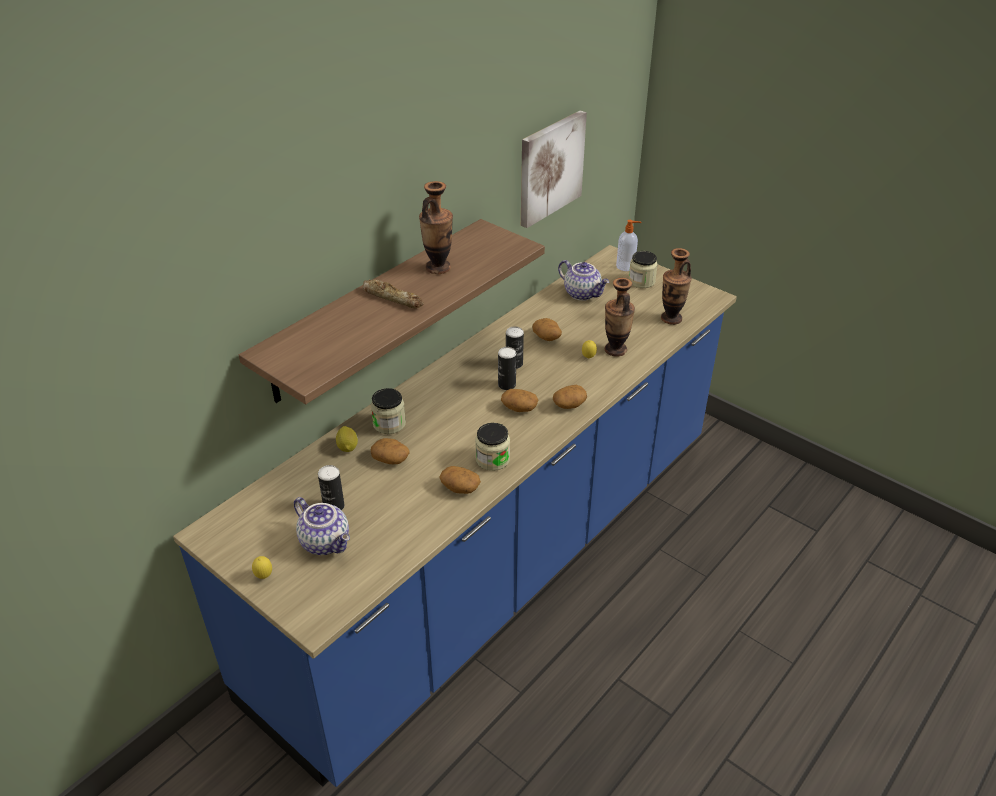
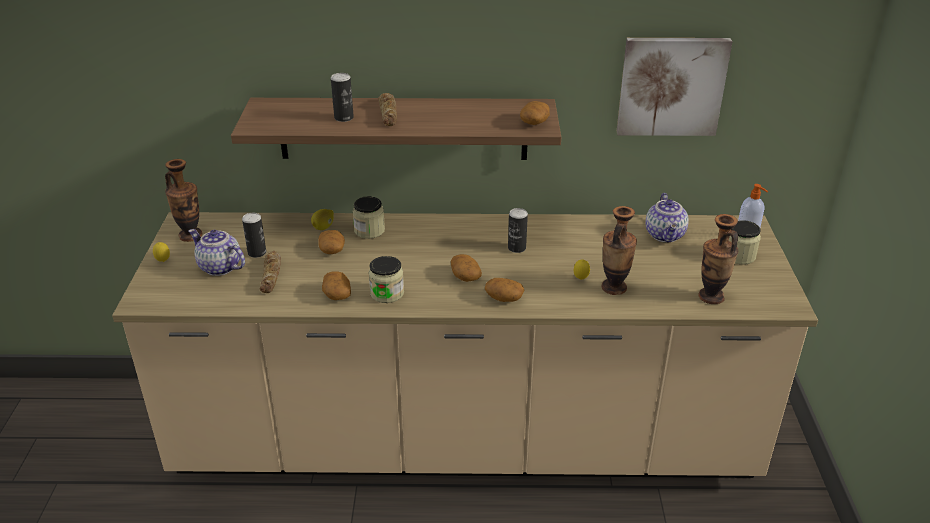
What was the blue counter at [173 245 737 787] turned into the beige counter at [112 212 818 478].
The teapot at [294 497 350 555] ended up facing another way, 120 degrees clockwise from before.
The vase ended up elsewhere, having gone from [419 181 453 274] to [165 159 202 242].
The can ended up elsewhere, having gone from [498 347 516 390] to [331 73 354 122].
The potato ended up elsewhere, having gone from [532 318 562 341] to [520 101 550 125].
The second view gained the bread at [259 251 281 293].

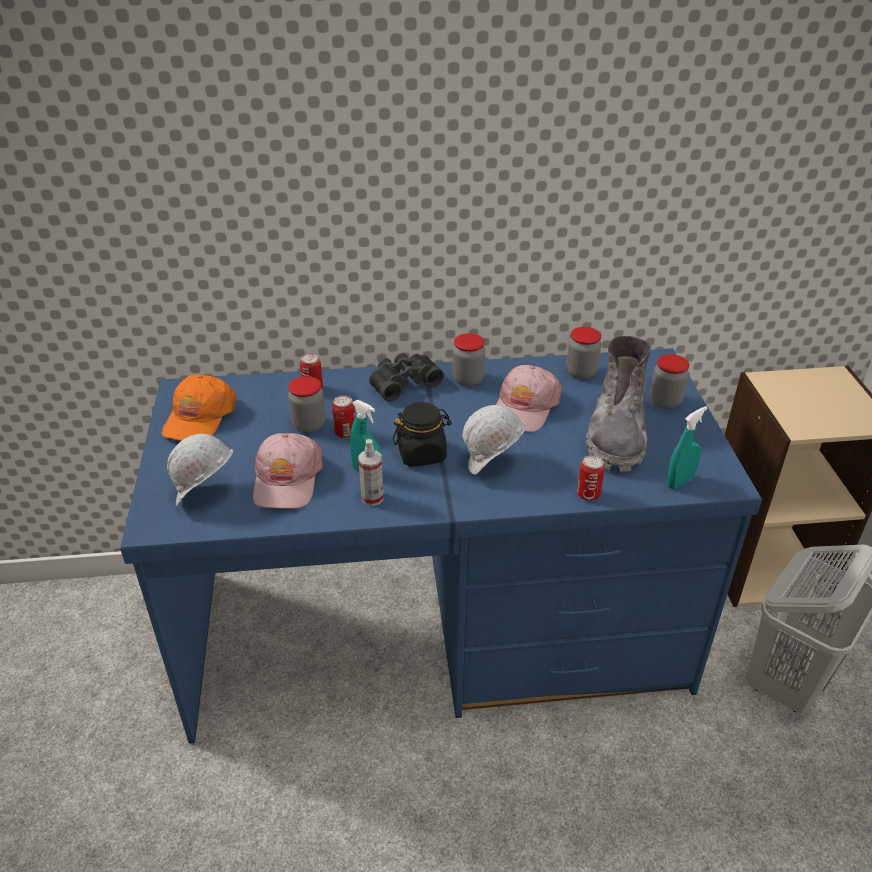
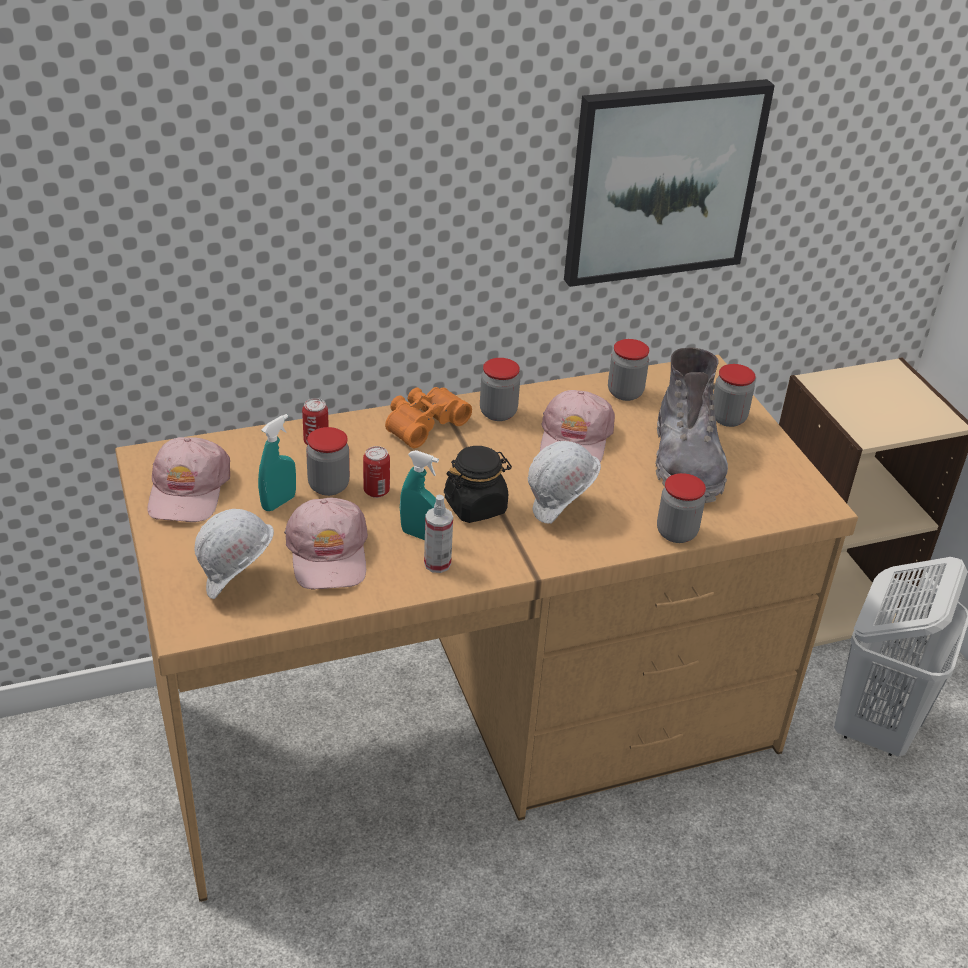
What was the blue desk at [120 348 762 744] turned into the brown desk at [115 355 858 902].
What was the orange cap at [162 375 236 441] turned into the pink cap at [147 437 230 522].
What was the black binoculars at [369 353 444 402] turned into the orange binoculars at [385 387 472 448].
Where the can stood at [577 455 605 501], the jar came to stand at [657 473 706 543].
The turquoise spray bottle ended up elsewhere, having gone from [667 406 707 489] to [258 414 296 511].
The second view gained the picture at [564 79 775 287].

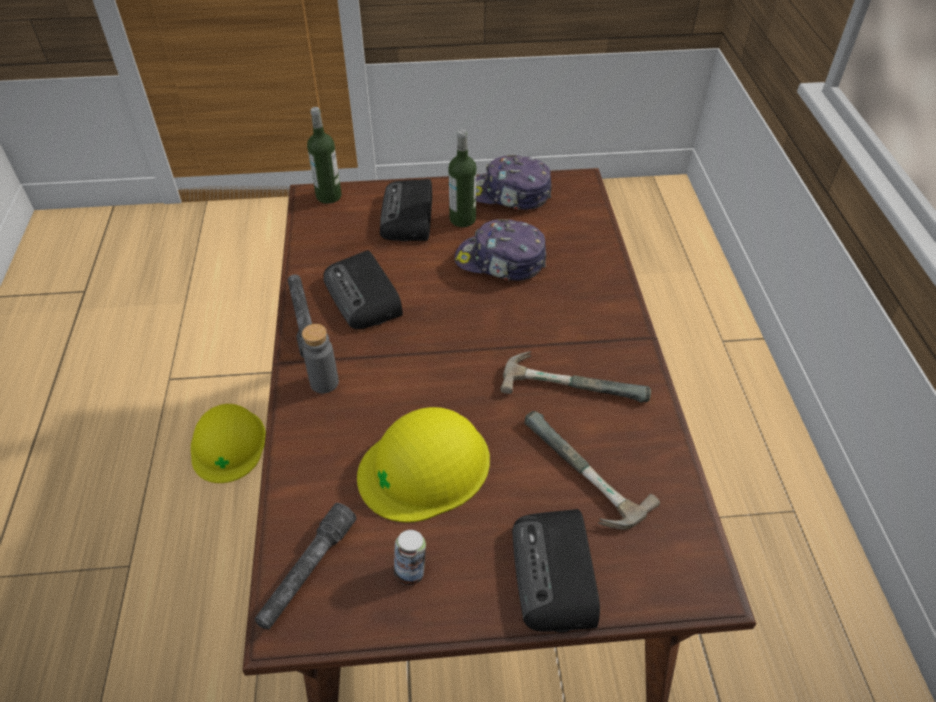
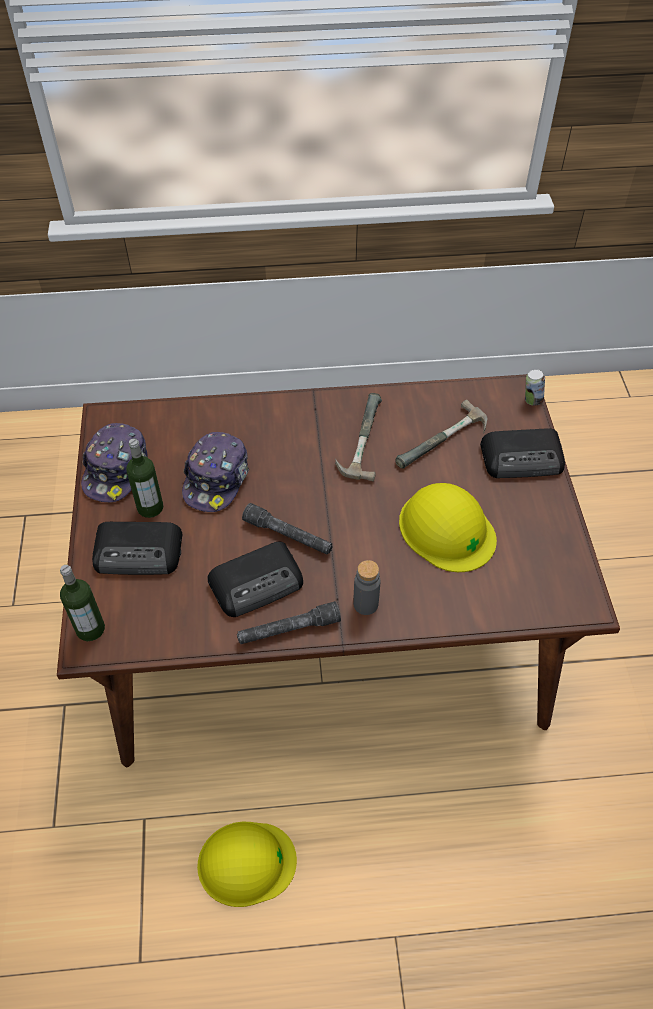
The grey flashlight ended up elsewhere, having gone from [255 503 357 629] to [242 503 333 554].
The can ended up elsewhere, having gone from [394 530 426 585] to [525 370 545 406].

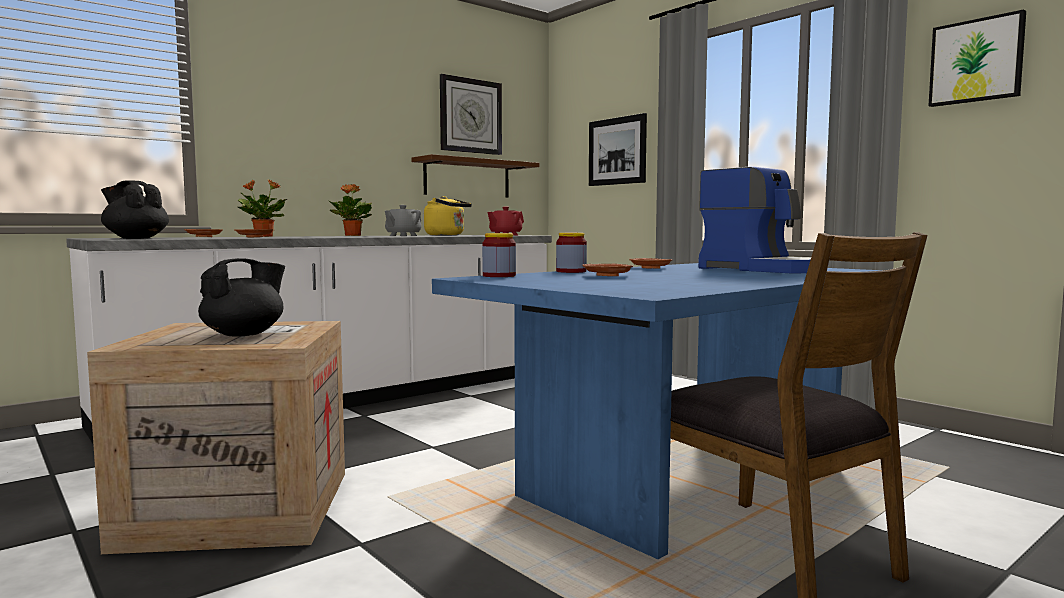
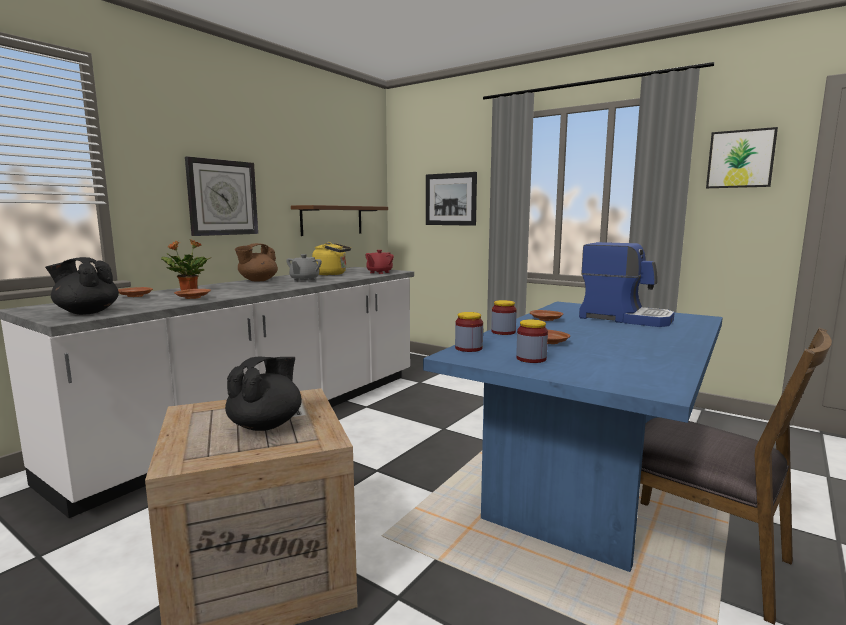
Where the potted plant stood at [329 184 372 236], the brown teapot came to stand at [235 243 278 281].
The wall clock ended up elsewhere, having gone from [440 74 502 155] to [185 156 258 236].
The second view gained the jar at [516 319 548 363].

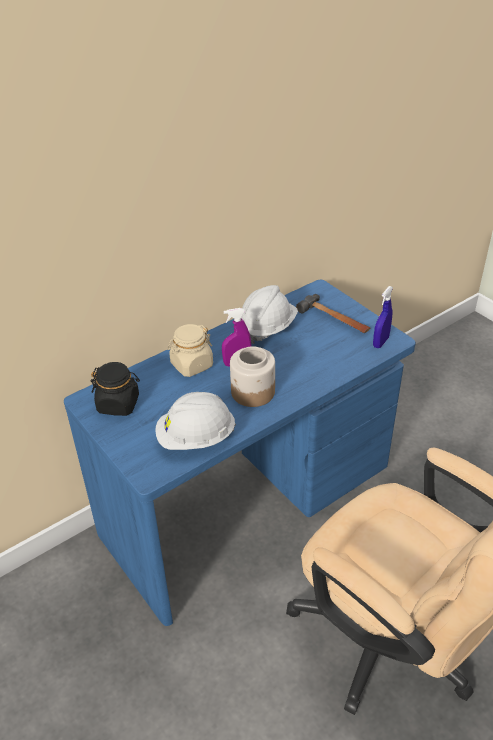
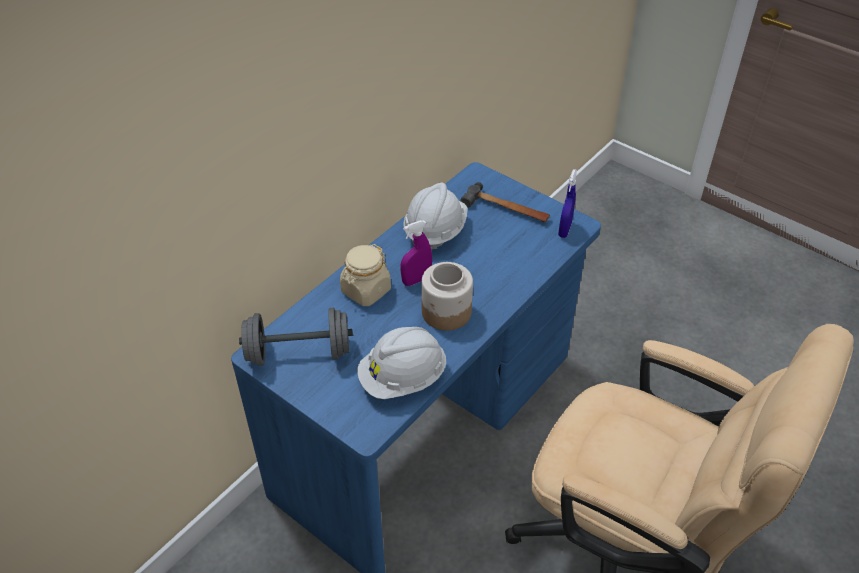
Where the black jar stood at [91 362 140 416], the grey dumbbell came to stand at [239 308 353 366].

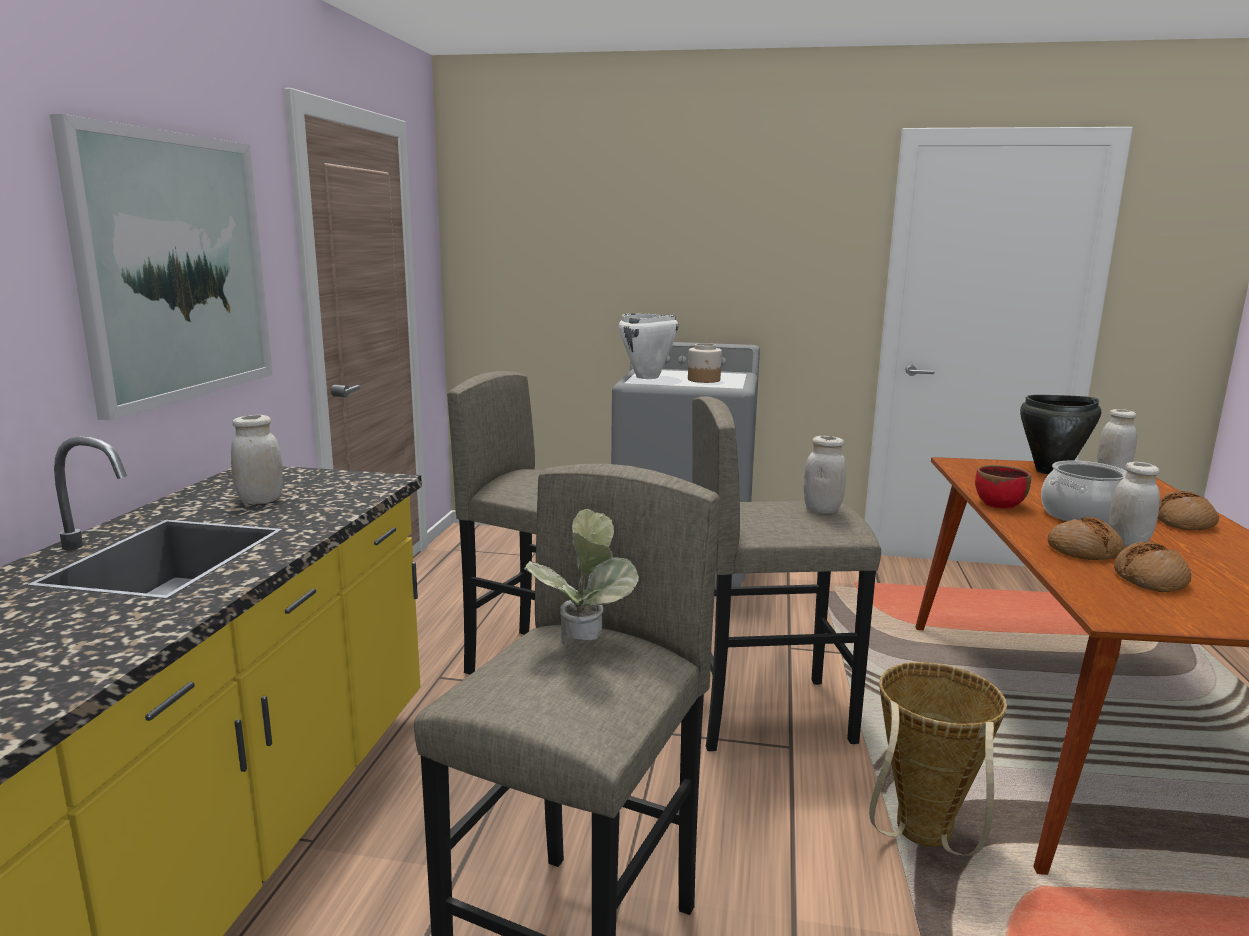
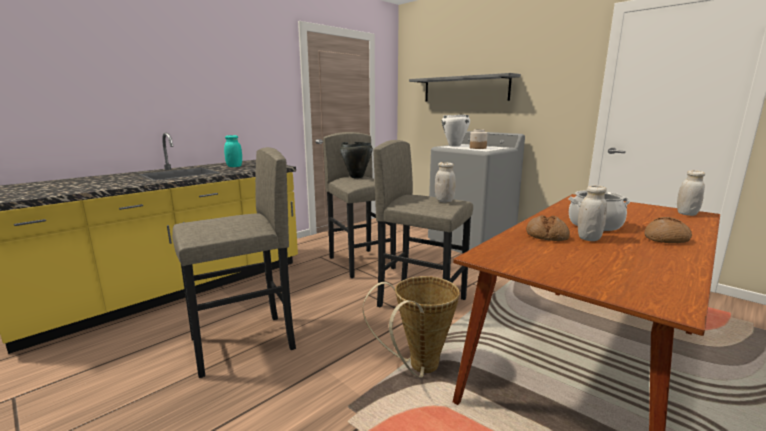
The second view lost the picture at [50 114 273 420].
What was the white jar at [231 415 283 504] turned into the turquoise jar at [224 135 242 167].
The second view lost the potted plant at [523 509 639 645].
The second view lost the red bowl at [975 465 1031 509].
The black cooking pot ended up elsewhere, having gone from [1020 395 1101 475] to [340 142 373 178].
The second view lost the bread at [1114 541 1191 592].
The second view gained the grey shelf at [409 73 521 101].

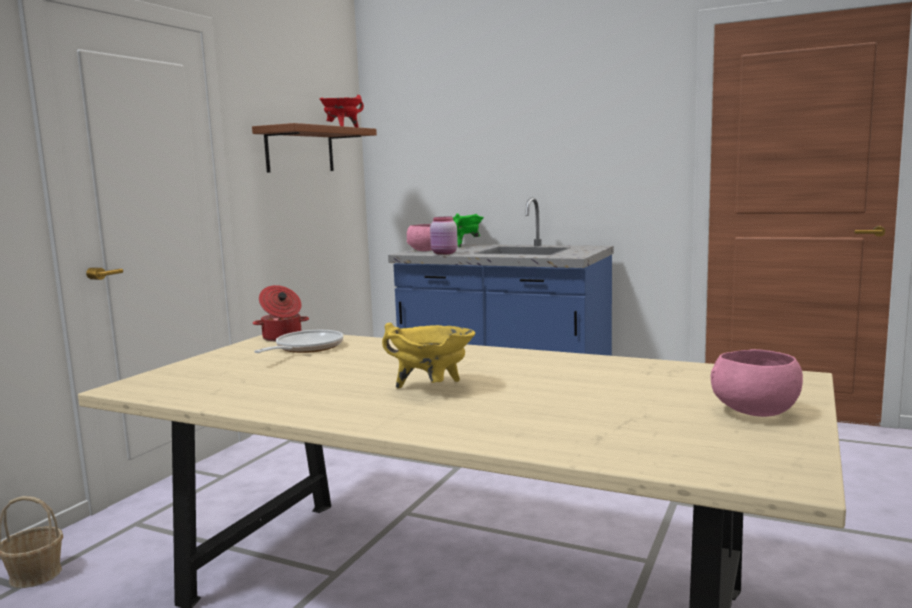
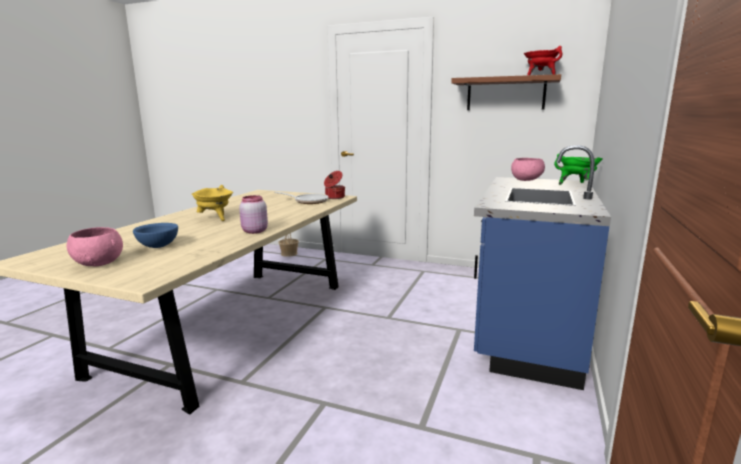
The pink jar ended up elsewhere, having gone from [430 217 458 255] to [239 195 268 234].
The second view gained the blue bowl at [133 223 178 248].

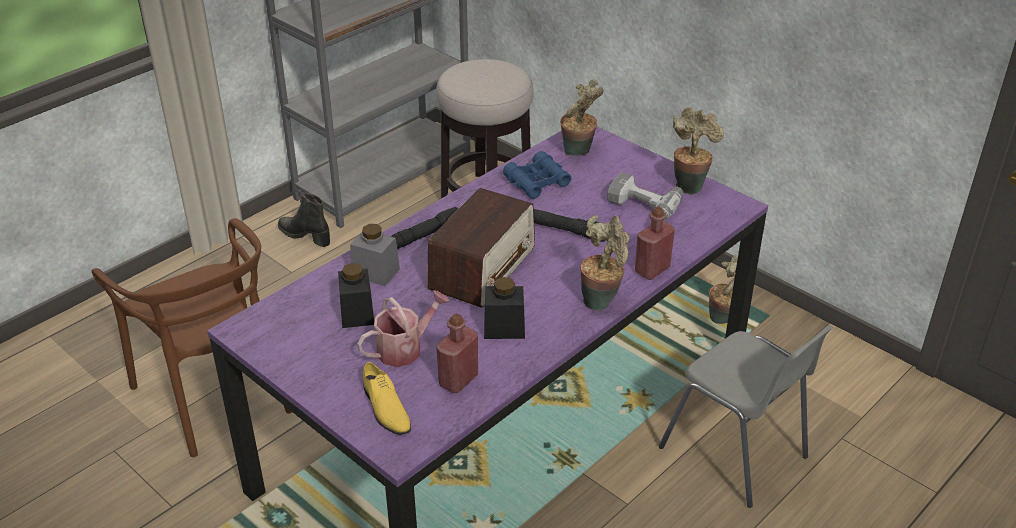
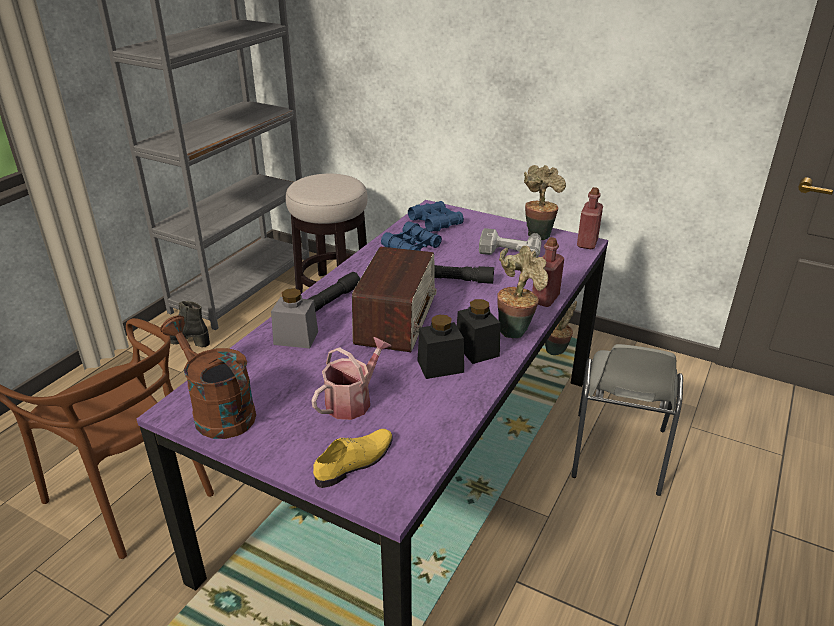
The black jar ended up elsewhere, having gone from [338 263 374 328] to [457 299 500 364].
The yellow shoe at [363 362 411 435] ended up facing another way, 90 degrees counterclockwise from before.
The red bottle ended up elsewhere, having gone from [436 313 478 393] to [577 187 603 249].
Where the potted plant stood at [560 80 604 156], the blue binoculars came to stand at [408 201 464 232].
The grey chair at [659 325 833 508] ended up facing another way, 75 degrees clockwise from before.
The second view gained the brown watering can at [160 315 256 439].

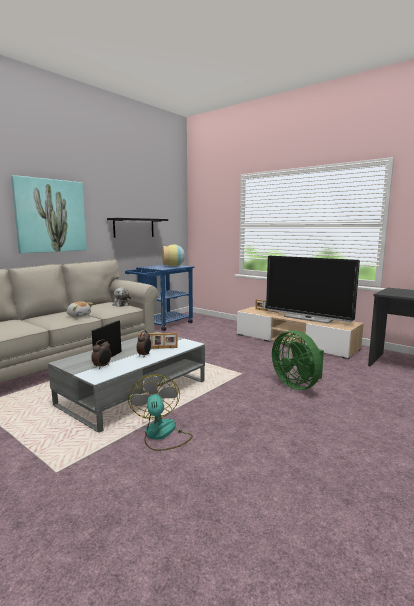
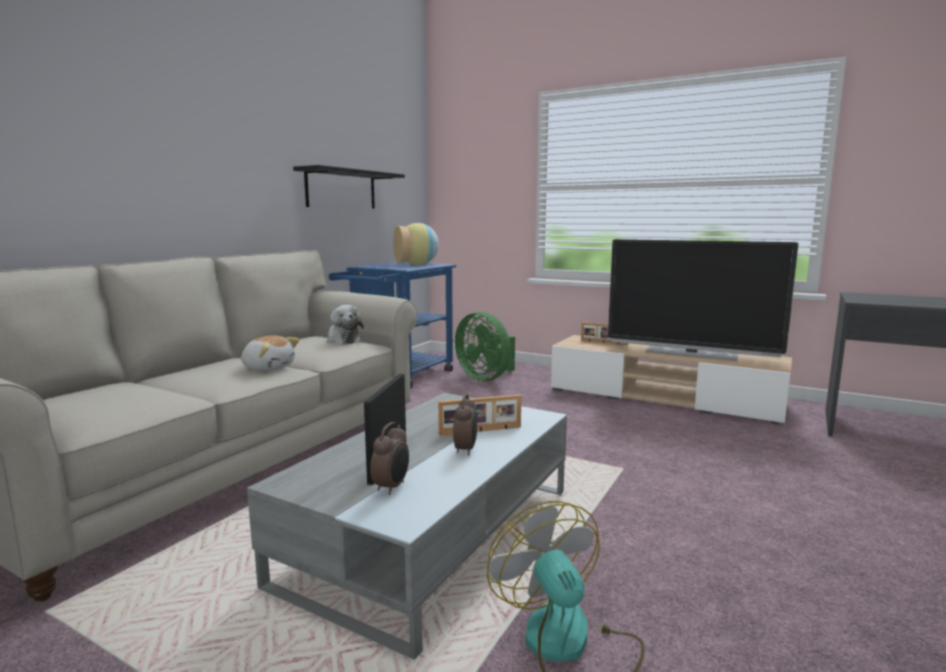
The second view lost the picture at [11 175 87 253].
The green fan ended up elsewhere, having gone from [272 330 324 390] to [455 312 515 381].

